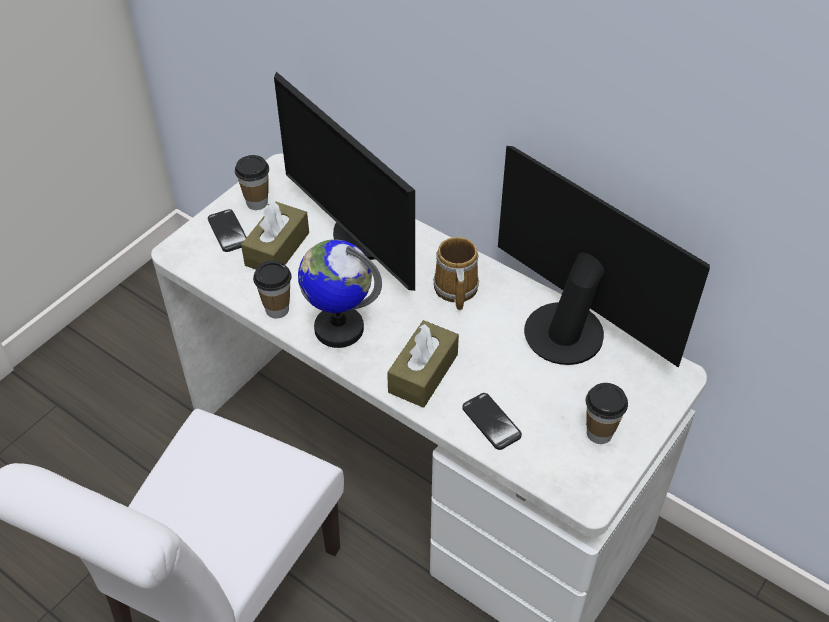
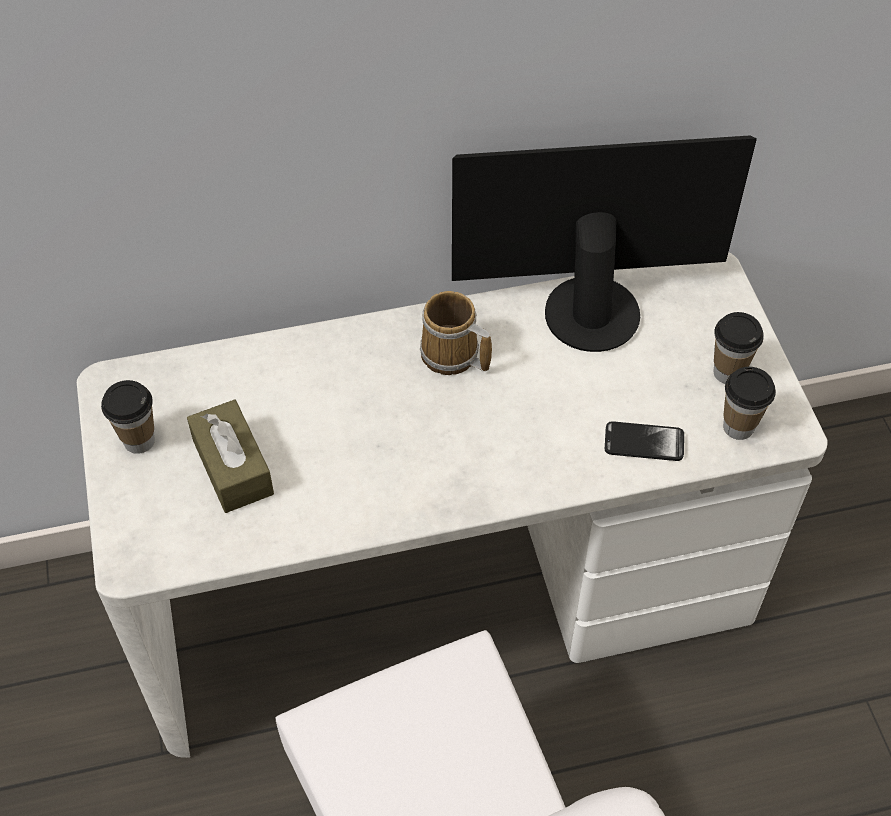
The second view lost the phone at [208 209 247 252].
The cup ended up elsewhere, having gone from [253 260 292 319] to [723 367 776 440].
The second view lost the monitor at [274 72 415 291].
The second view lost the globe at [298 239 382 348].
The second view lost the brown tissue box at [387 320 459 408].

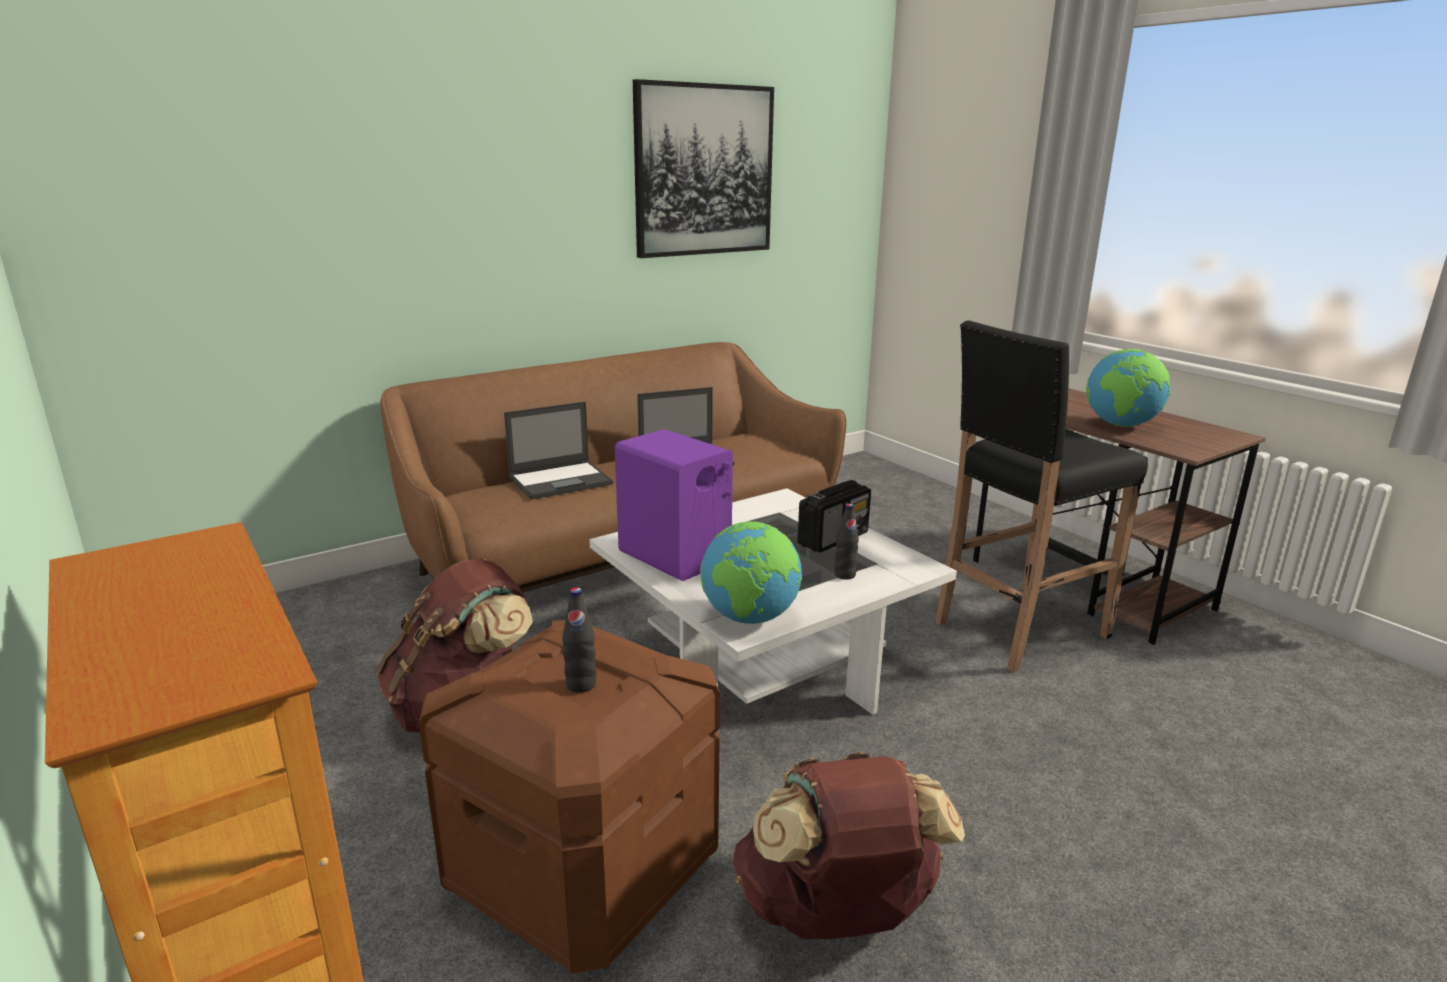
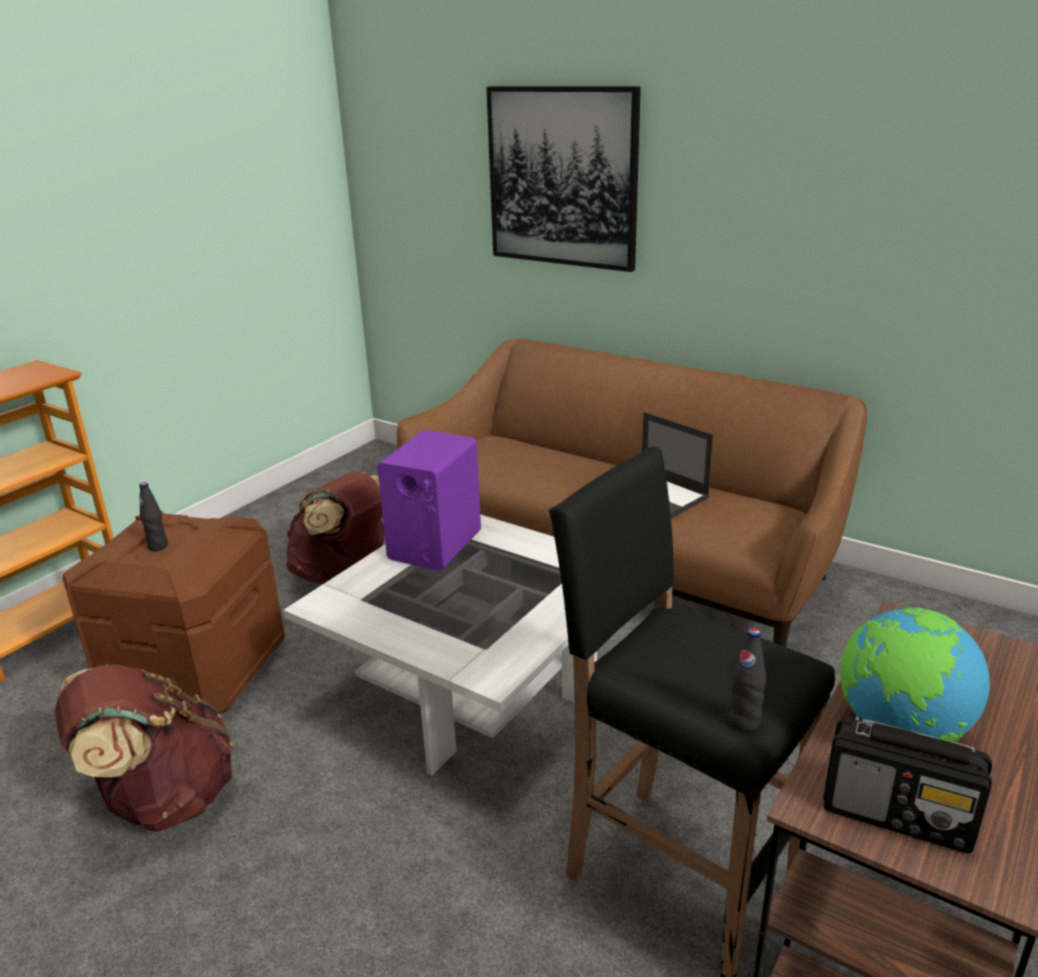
The second view lost the laptop at [504 401 613 500].
The picture ended up elsewhere, having gone from [633 79 774 258] to [486 86 641 272].
The second view lost the globe at [700 521 802 624].
The radio ended up elsewhere, having gone from [797 480 871 553] to [824 716 992 853].
The black bottle ended up elsewhere, having gone from [835 504 859 580] to [729 628 766 732].

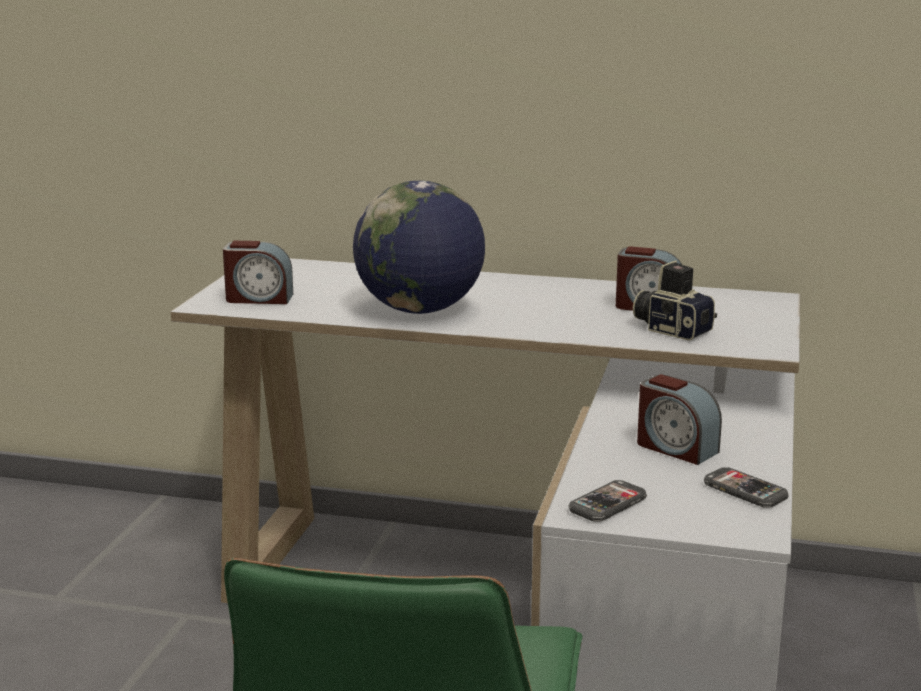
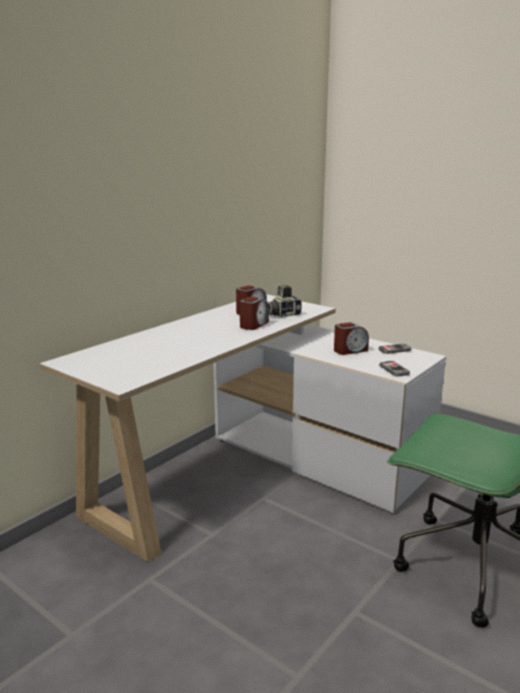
The alarm clock ended up elsewhere, having gone from [223 241 293 304] to [240 297 269 330].
The second view lost the globe at [353 181 485 314].

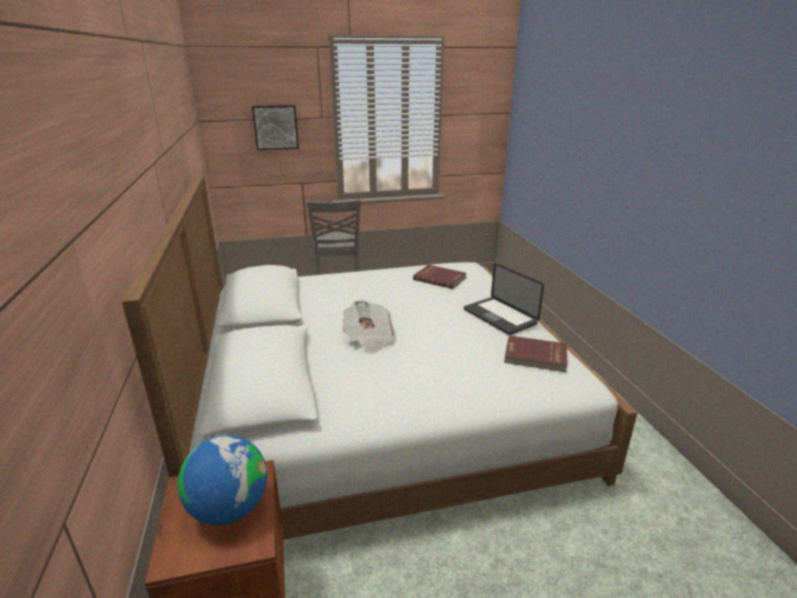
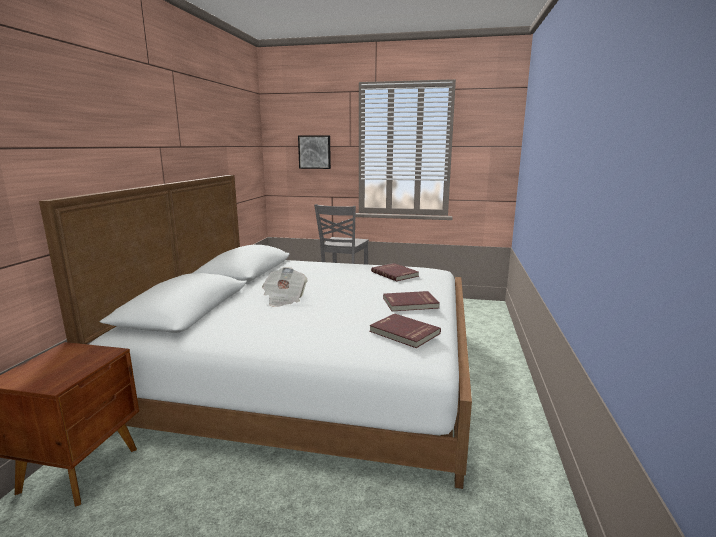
The second view lost the globe at [178 435 267 525].
Where the laptop stood at [464 263 544 335], the red book came to stand at [383 291 440 311].

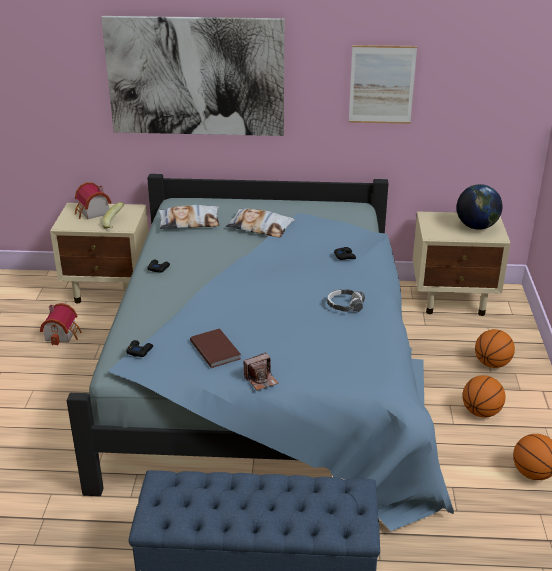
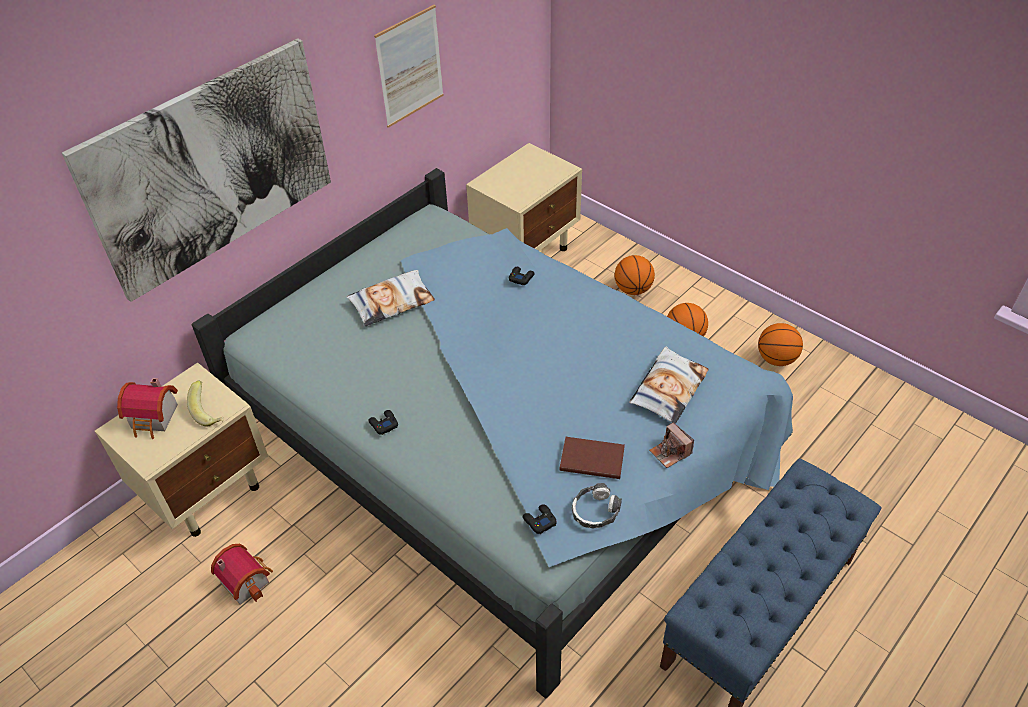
The pillow ended up elsewhere, having gone from [158 205 219 229] to [629 347 709 424].
The photo camera at [243 352 278 391] ended up facing another way, 135 degrees clockwise from before.
The headphones ended up elsewhere, having gone from [327 289 365 312] to [572 483 622 529].
The second view lost the globe at [456 184 503 230].

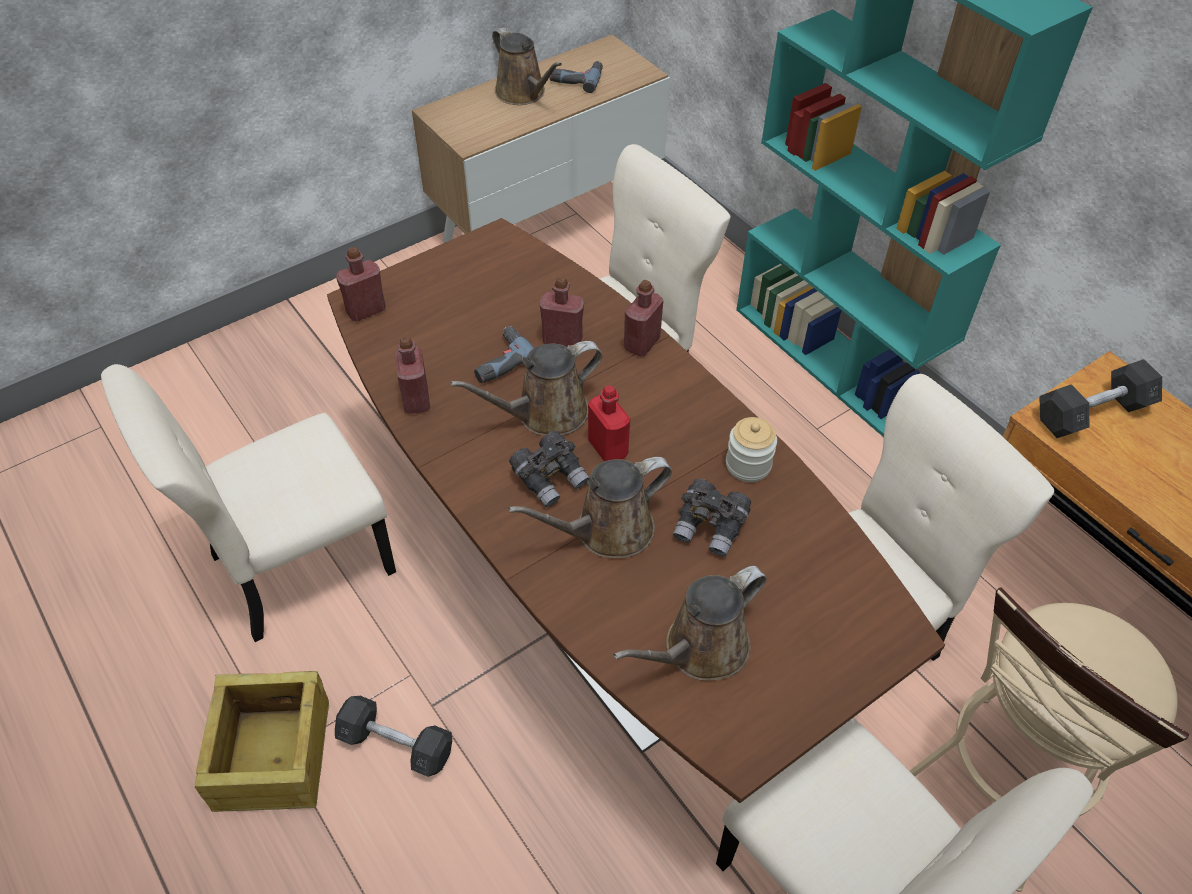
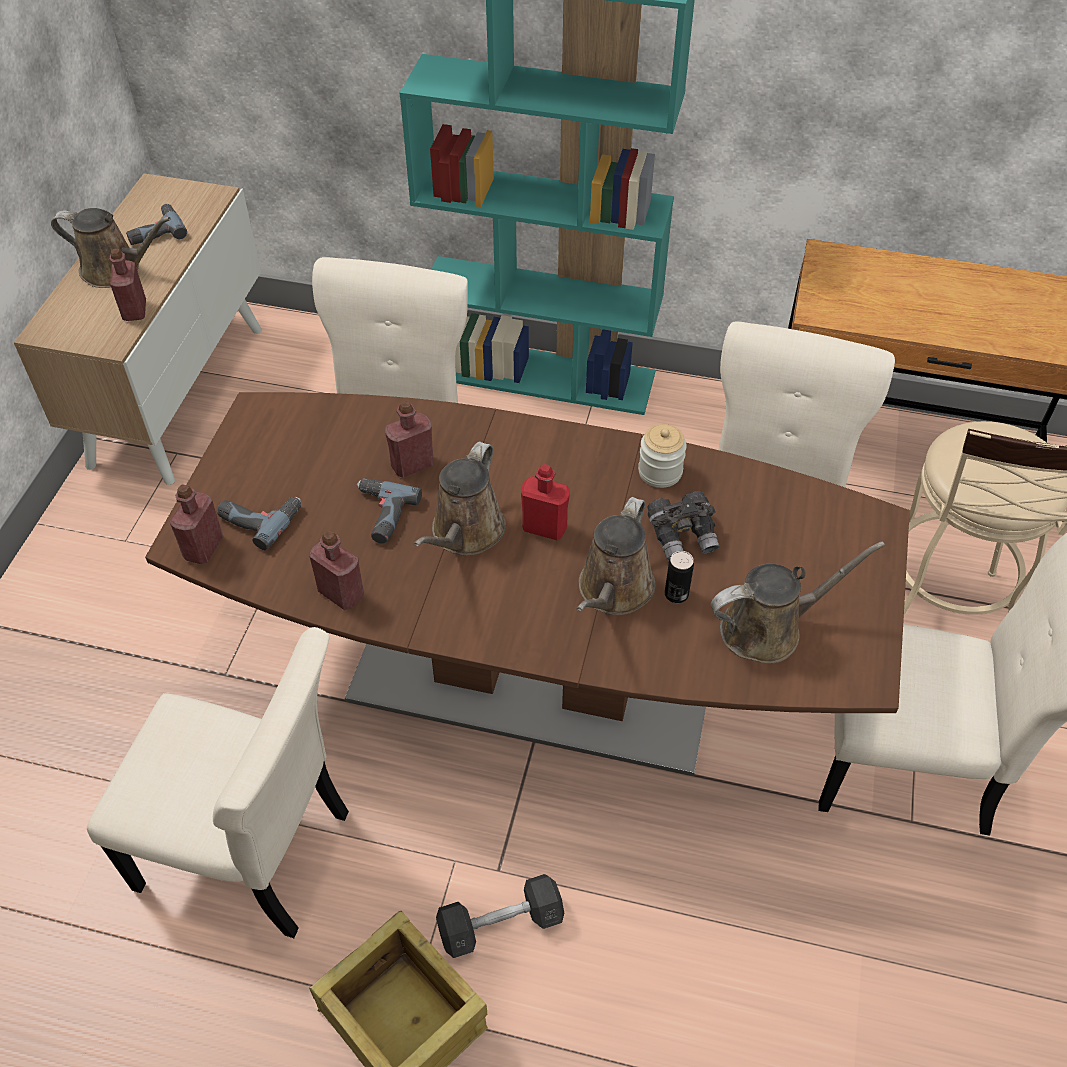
The beige chair at [101 364 396 642] ended up facing another way, 90 degrees counterclockwise from before.
The second view lost the grey binoculars at [509 431 590 507].
The brown watering can at [613 566 767 681] ended up facing another way, 120 degrees counterclockwise from before.
The red bottle ended up elsewhere, having gone from [624 280 663 356] to [109 249 146 321].
The second view lost the grey dumbbell at [1039 359 1162 438].
The second view gained the power drill at [217 497 301 550].
The second view gained the can at [665 551 694 603].

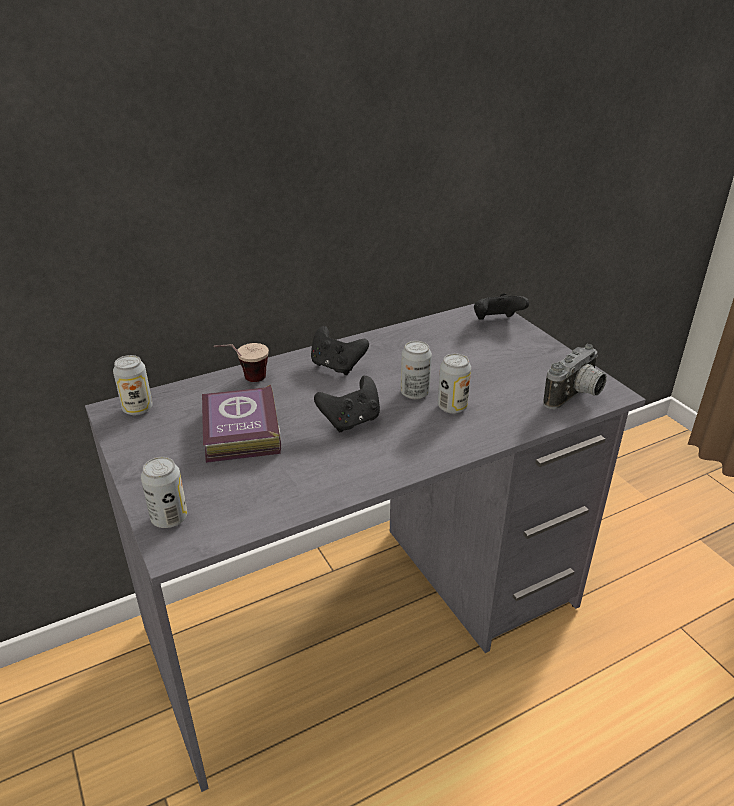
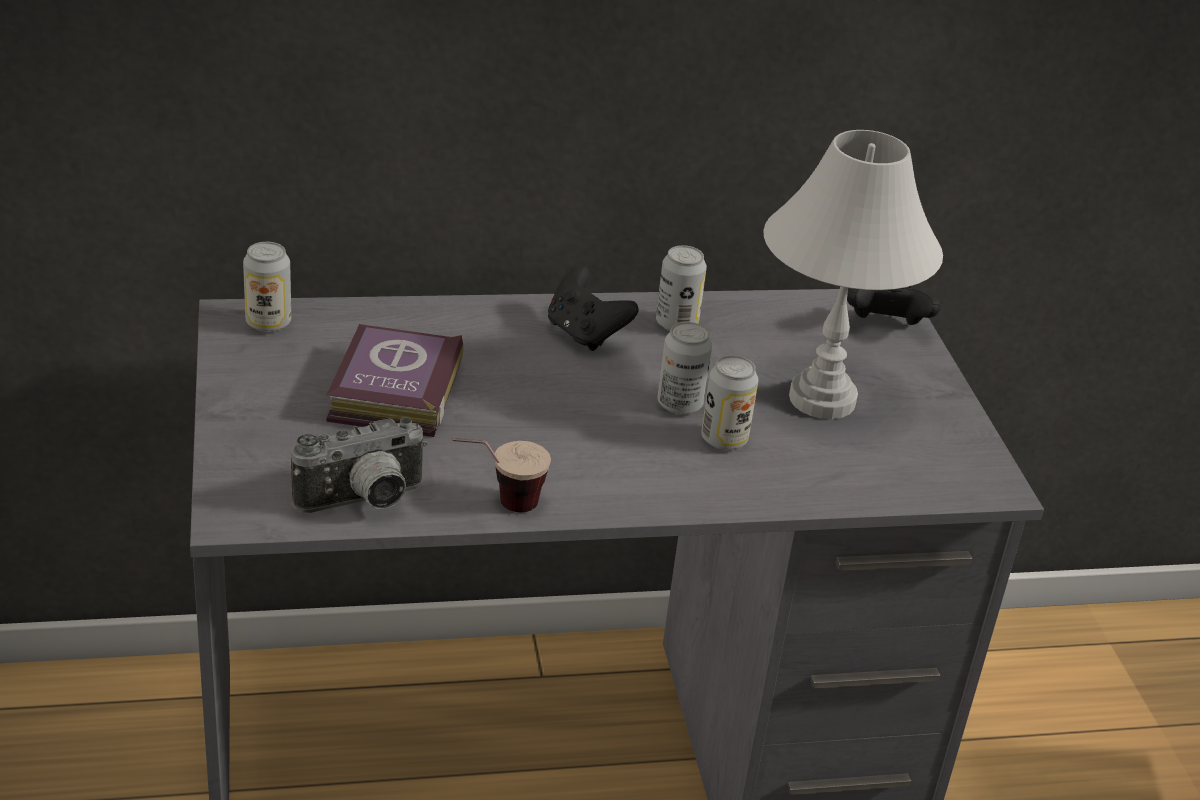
The can ended up elsewhere, having gone from [141 457 187 528] to [656 245 707 331].
The cup ended up elsewhere, having gone from [214 343 269 382] to [451 438 551 512].
The second view lost the black game controller at [314 376 380 432].
The photo camera ended up elsewhere, having gone from [543 344 607 409] to [291 417 427 513].
The second view gained the white table lamp at [764 130 943 419].

